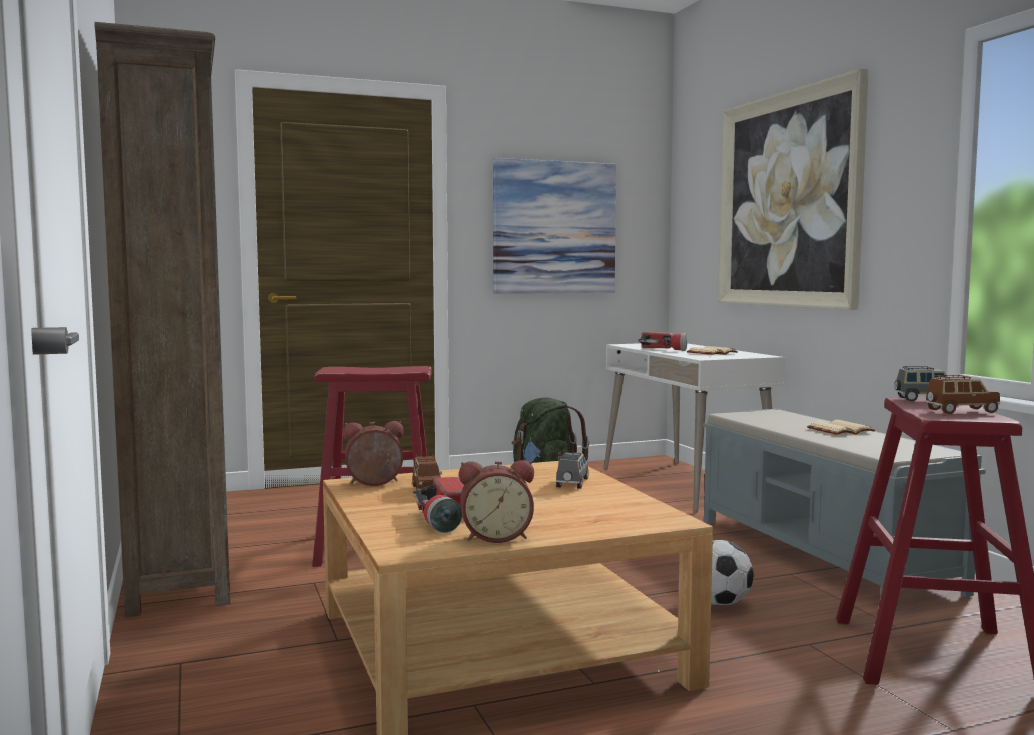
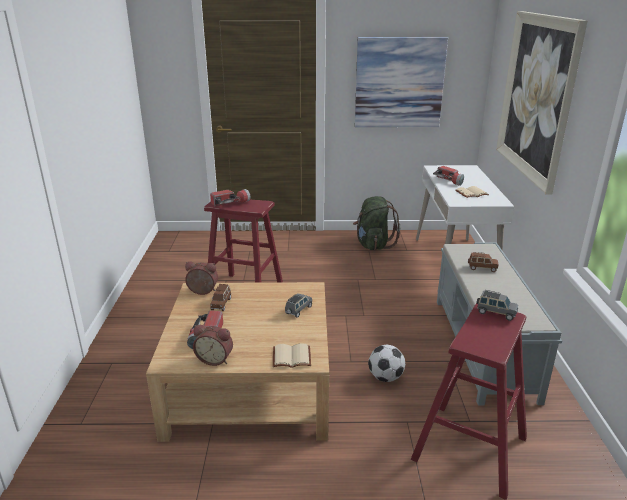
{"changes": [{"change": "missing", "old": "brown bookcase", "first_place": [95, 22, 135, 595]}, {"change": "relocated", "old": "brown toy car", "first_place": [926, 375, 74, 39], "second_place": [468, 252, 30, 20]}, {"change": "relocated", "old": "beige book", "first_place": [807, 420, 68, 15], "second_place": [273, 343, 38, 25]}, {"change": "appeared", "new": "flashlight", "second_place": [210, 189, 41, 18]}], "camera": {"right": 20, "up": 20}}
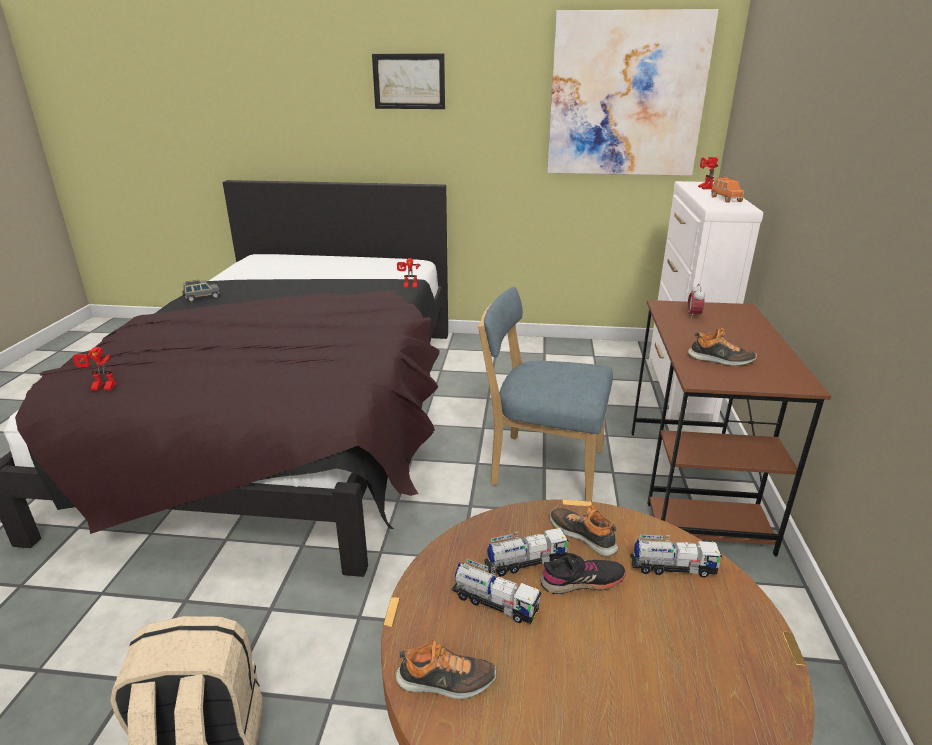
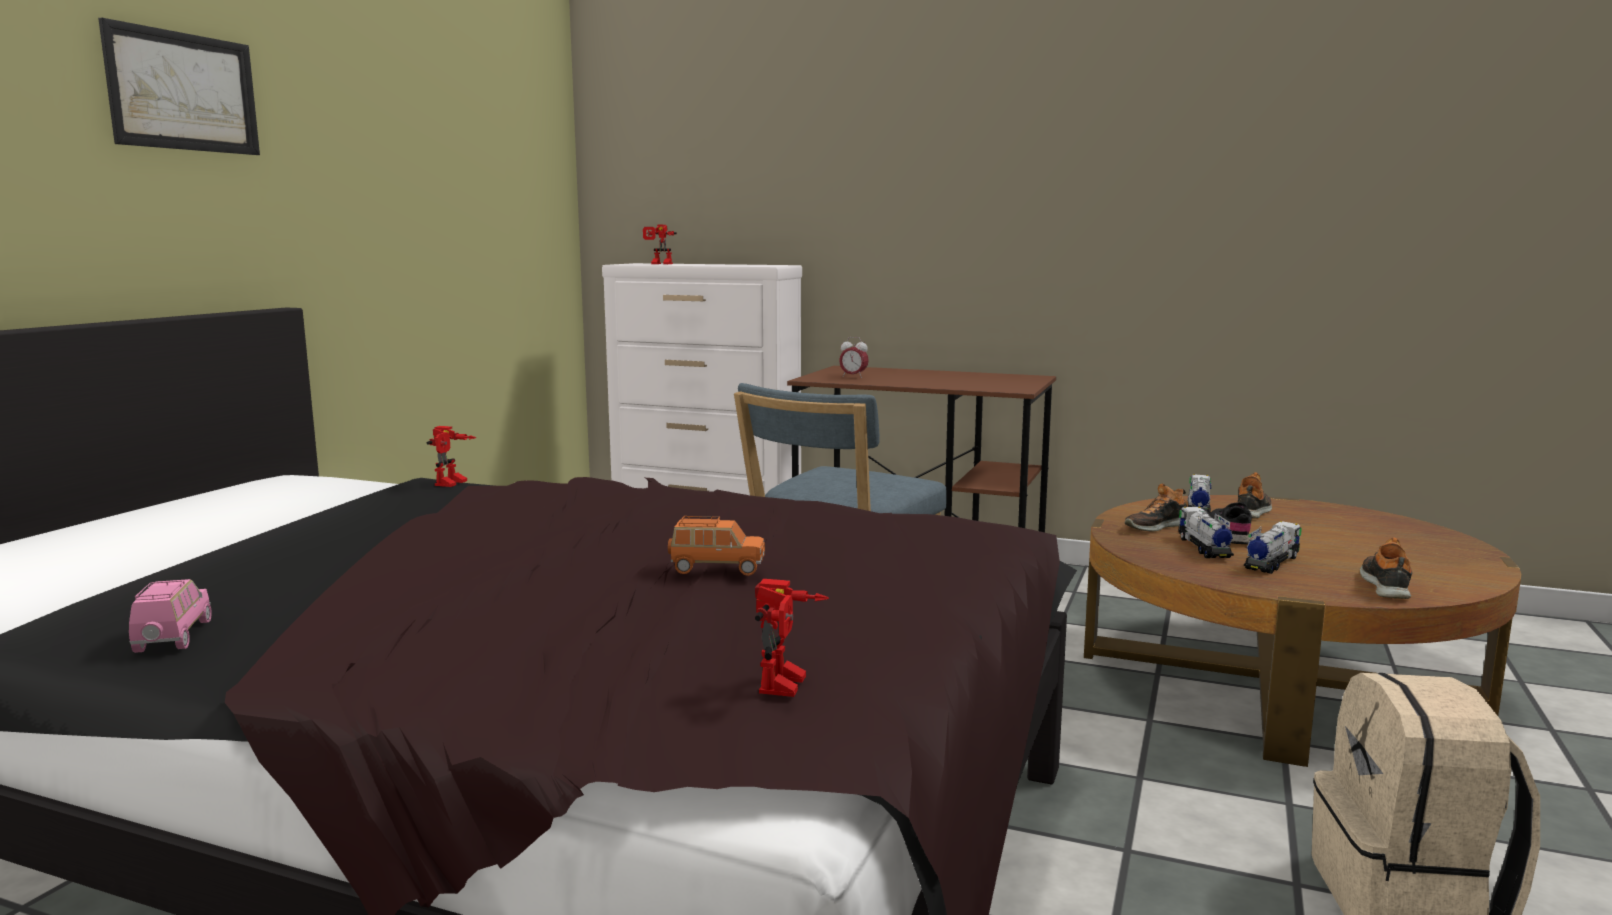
{"changes": [{"change": "missing", "old": "picture", "first_place": [547, 9, 172, 167]}, {"change": "relocated", "old": "orange toy car", "first_place": [711, 177, 33, 25], "second_place": [668, 516, 97, 60]}, {"change": "colour", "old": "grey toy car", "new": "pink toy car", "first_place": [182, 280, 38, 22], "second_place": [129, 579, 83, 74]}, {"change": "relocated", "old": "shoe", "first_place": [688, 328, 69, 38], "second_place": [1238, 472, 34, 47]}], "camera": {"right": -75, "up": -15}}
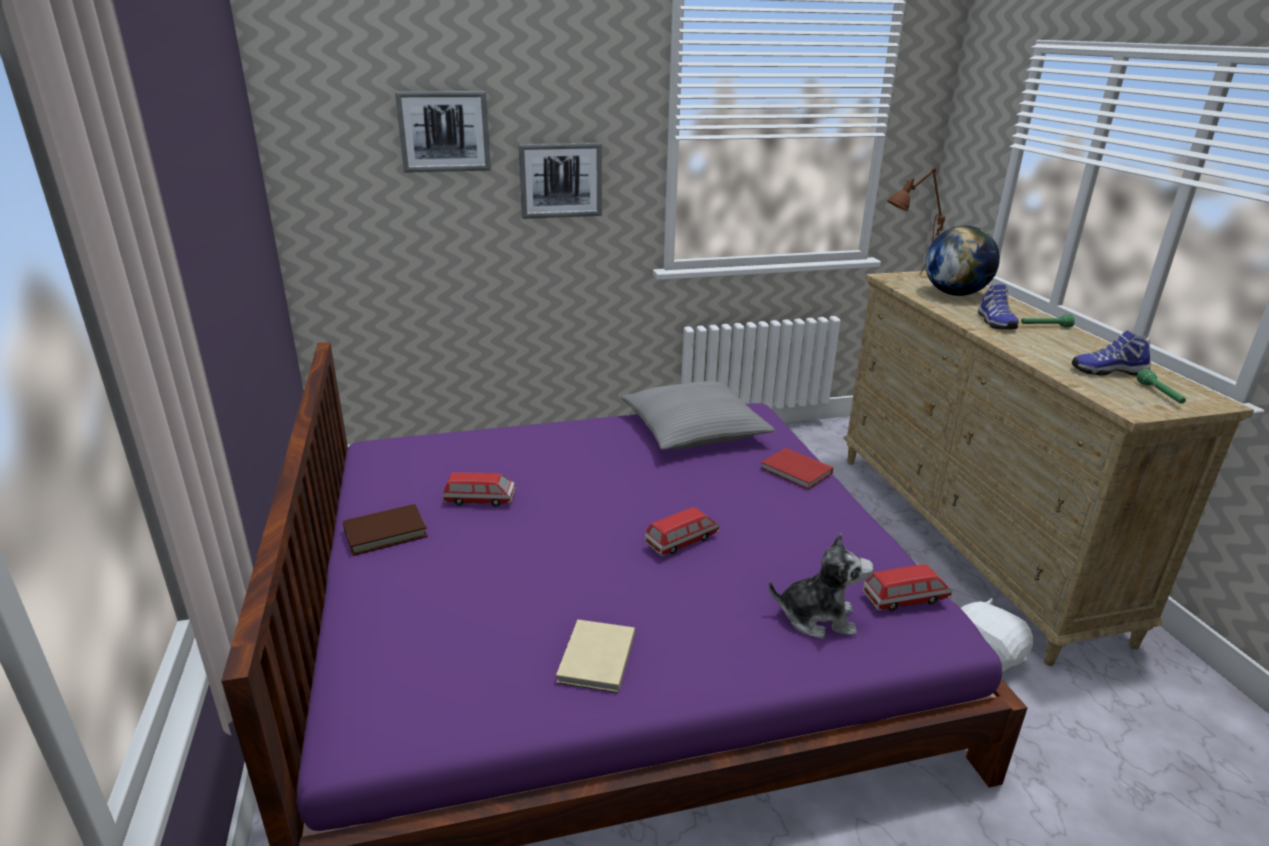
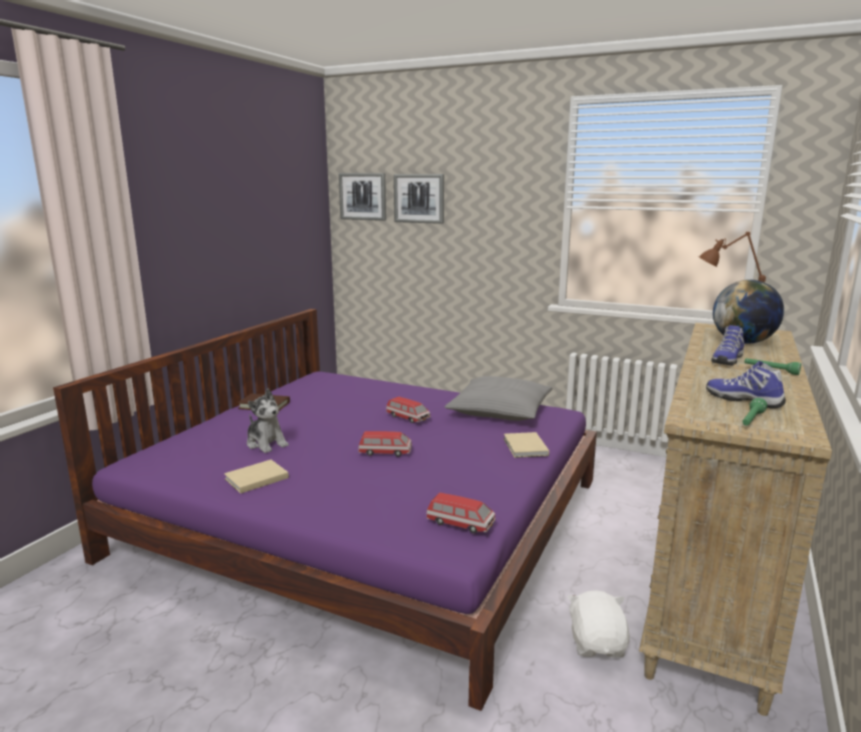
{"changes": [{"change": "relocated", "old": "picture", "first_place": [518, 143, 84, 76], "second_place": [339, 173, 47, 48]}, {"change": "colour", "old": "red book", "new": "beige book", "first_place": [761, 448, 72, 41], "second_place": [504, 432, 45, 26]}, {"change": "relocated", "old": "toy car", "first_place": [443, 473, 73, 34], "second_place": [386, 397, 45, 26]}, {"change": "relocated", "old": "plush toy", "first_place": [769, 533, 105, 106], "second_place": [247, 389, 42, 64]}], "camera": {"right": 40, "up": -10}}
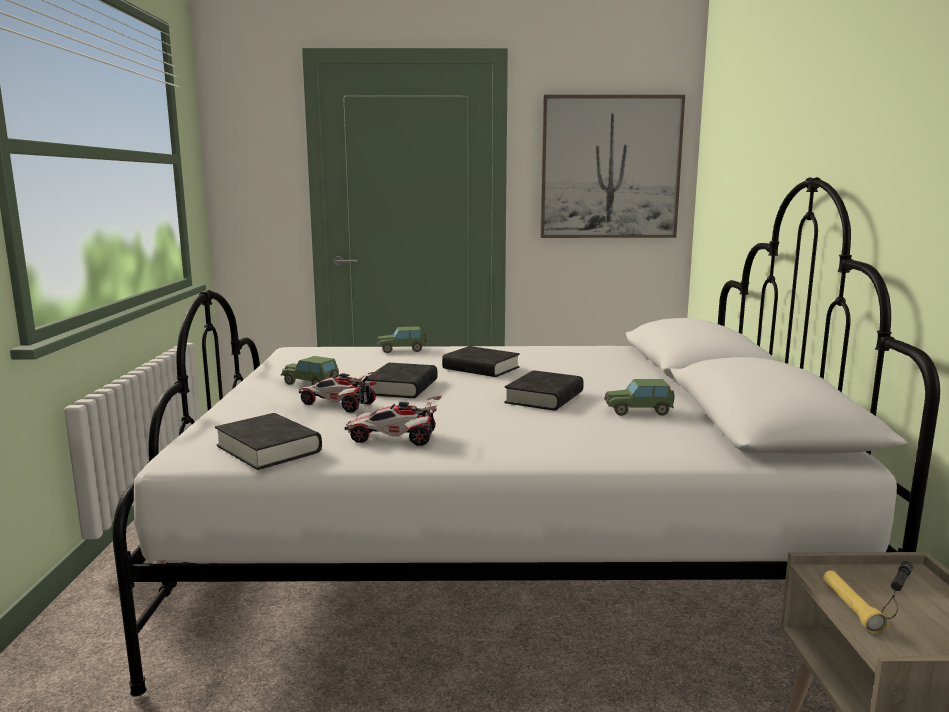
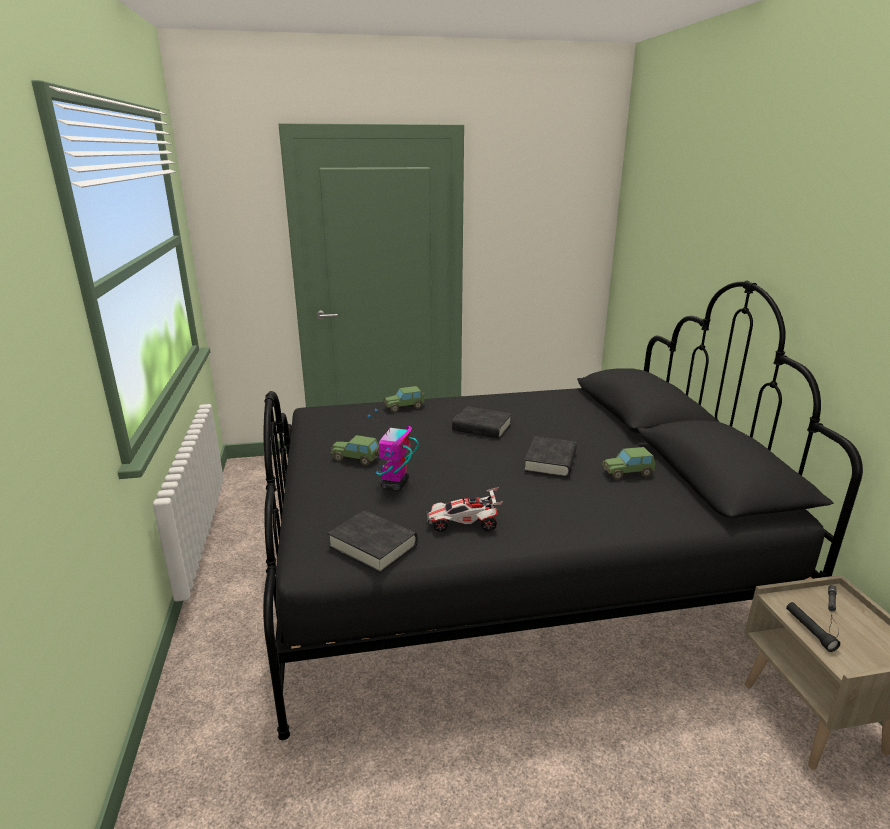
{"changes": [{"change": "missing", "old": "picture", "first_place": [540, 95, 145, 143]}, {"change": "colour", "old": "white bed", "new": "black bed", "first_place": [113, 177, 827, 520], "second_place": [263, 281, 600, 459]}, {"change": "missing", "old": "black book", "first_place": [366, 363, 71, 35]}, {"change": "exchanged", "old": "toy car", "new": "toy robot", "first_place": [299, 371, 80, 42], "second_place": [367, 409, 52, 82]}, {"change": "colour", "old": "yellow flashlight", "new": "black flashlight", "first_place": [823, 570, 65, 64], "second_place": [786, 602, 54, 50]}], "camera": {"right": -10, "up": 10}}
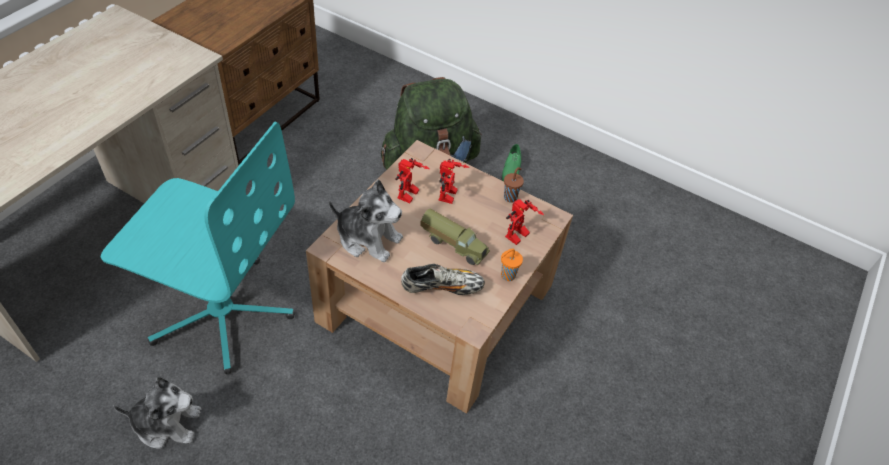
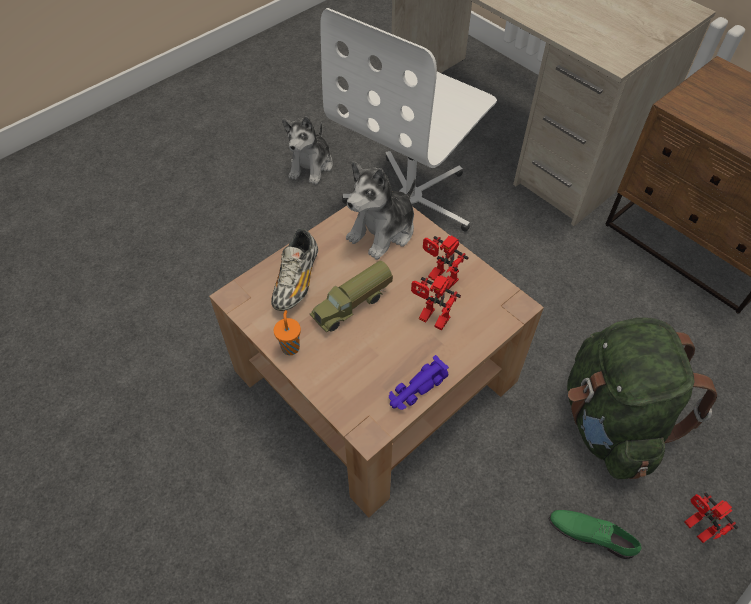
{"changes": [{"change": "colour", "old": "turquoise office chair", "new": "white office chair", "first_place": [101, 122, 194, 252], "second_place": [320, 8, 177, 224]}, {"change": "exchanged", "old": "brown cup", "new": "purple toy car", "first_place": [504, 167, 20, 36], "second_place": [389, 355, 60, 55]}, {"change": "relocated", "old": "toy robot", "first_place": [505, 199, 39, 46], "second_place": [684, 493, 54, 50]}], "camera": {"right": 110, "up": 5}}
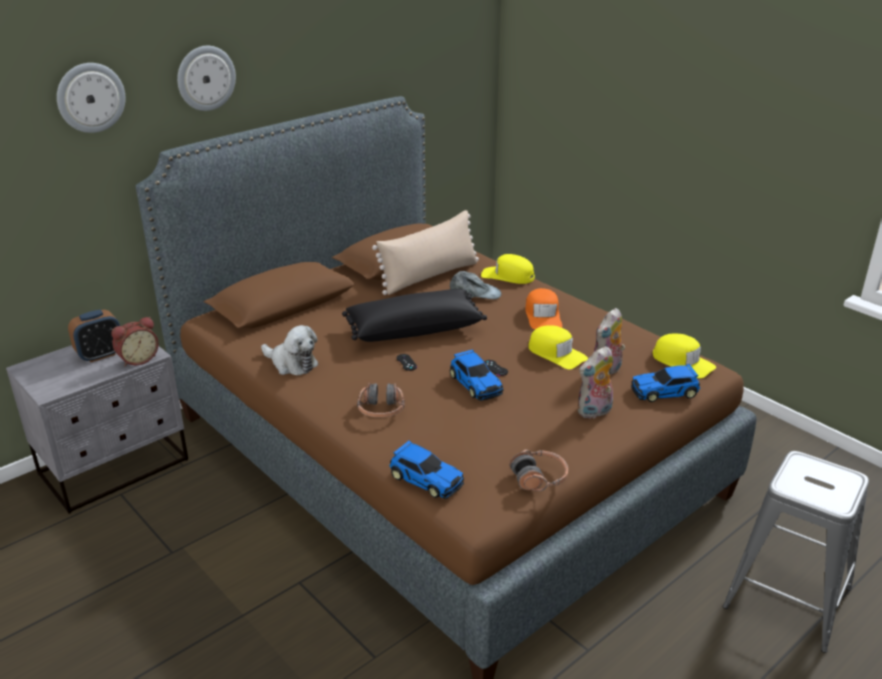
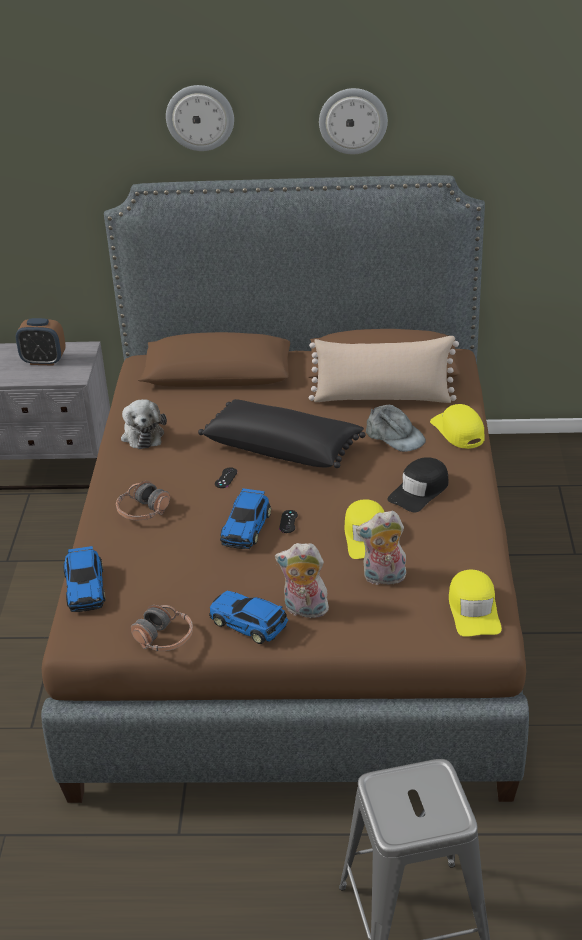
{"changes": [{"change": "relocated", "old": "wall clock", "first_place": [57, 63, 69, 70], "second_place": [319, 88, 69, 66]}, {"change": "colour", "old": "orange cap", "new": "black cap", "first_place": [525, 288, 37, 41], "second_place": [387, 457, 62, 56]}, {"change": "missing", "old": "alarm clock", "first_place": [111, 317, 48, 50]}, {"change": "relocated", "old": "toy car", "first_place": [631, 364, 69, 38], "second_place": [209, 591, 79, 53]}], "camera": {"right": 45, "up": 5}}
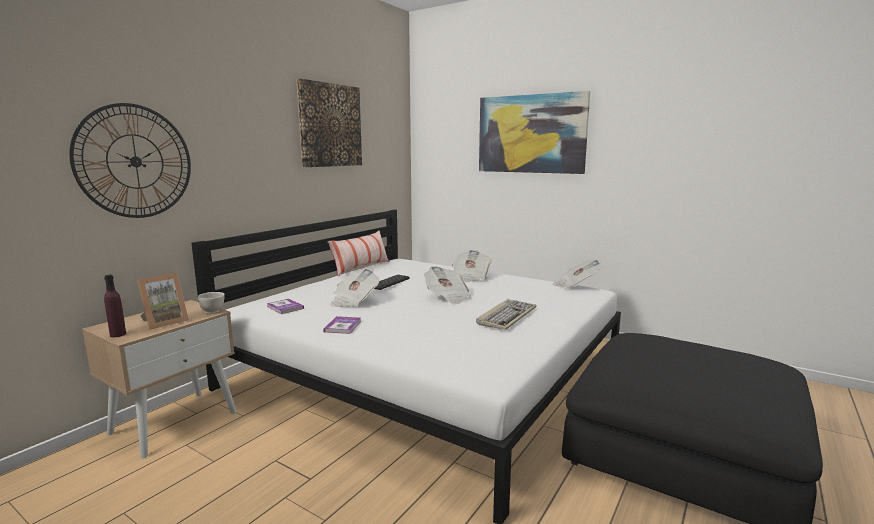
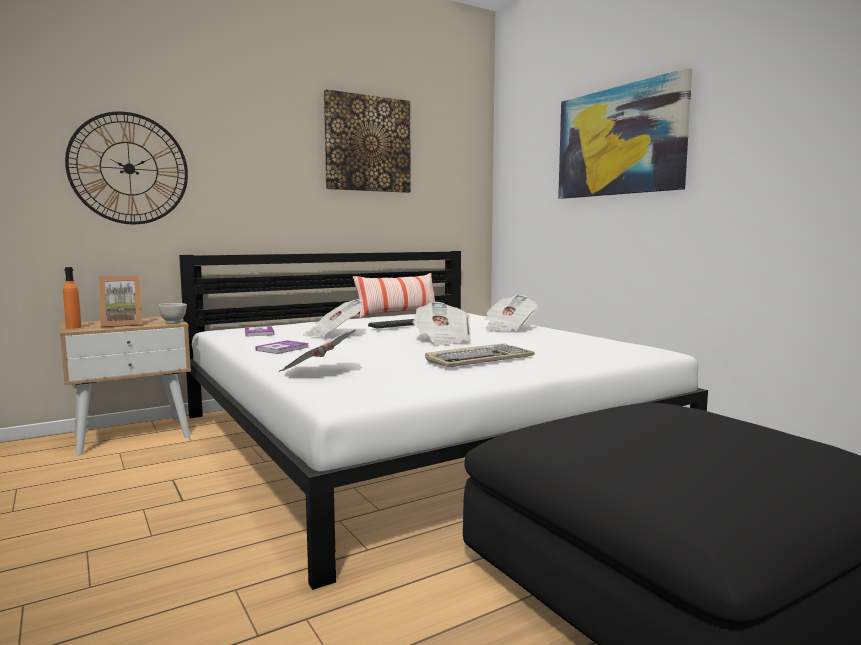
{"changes": [{"change": "relocated", "old": "newspaper", "first_place": [553, 260, 48, 28], "second_place": [278, 329, 78, 43]}, {"change": "colour", "old": "purple bottle", "new": "orange bottle", "first_place": [104, 274, 22, 63], "second_place": [63, 267, 19, 62]}], "camera": {"right": 25, "up": -5}}
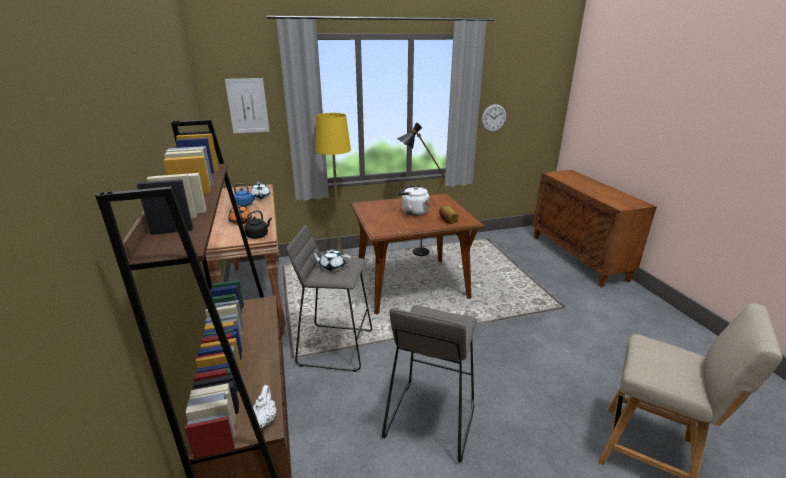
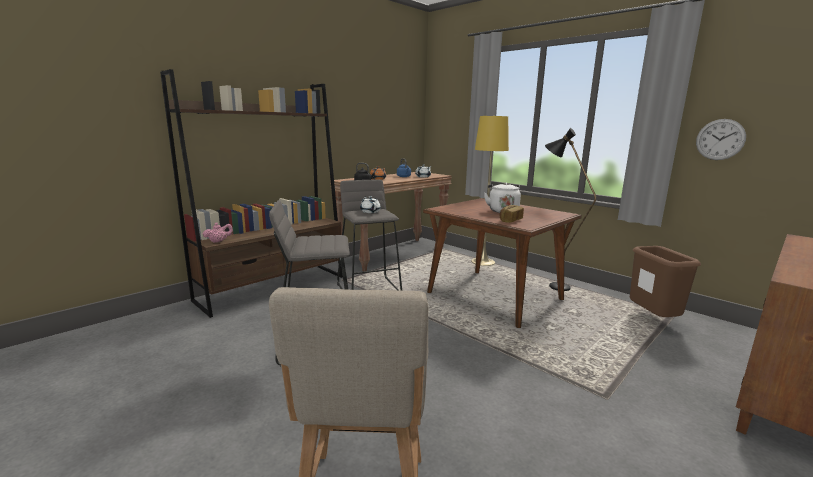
{"changes": [{"change": "missing", "old": "picture", "first_place": [225, 78, 45, 56]}, {"change": "colour", "old": "white teapot", "new": "pink teapot", "first_place": [253, 385, 24, 43], "second_place": [203, 223, 30, 20]}, {"change": "appeared", "new": "brown trash can", "second_place": [630, 246, 71, 71]}], "camera": {"right": 60, "up": -10}}
